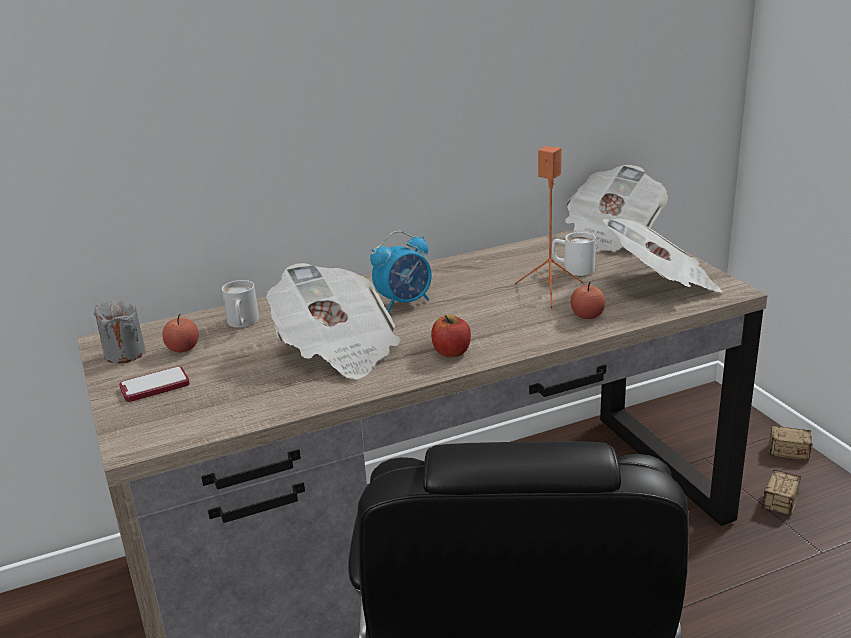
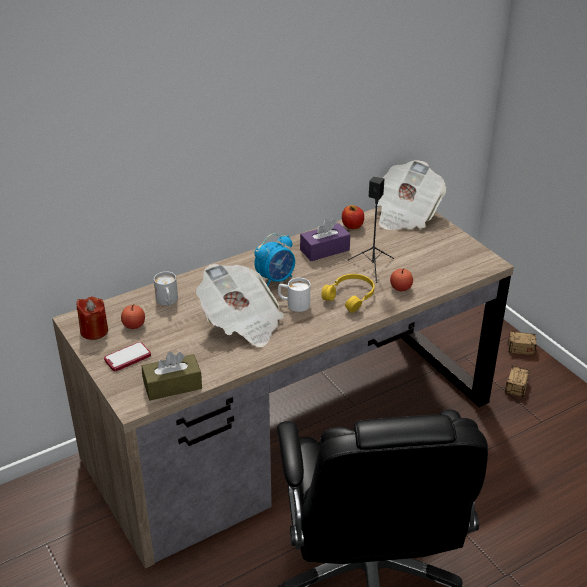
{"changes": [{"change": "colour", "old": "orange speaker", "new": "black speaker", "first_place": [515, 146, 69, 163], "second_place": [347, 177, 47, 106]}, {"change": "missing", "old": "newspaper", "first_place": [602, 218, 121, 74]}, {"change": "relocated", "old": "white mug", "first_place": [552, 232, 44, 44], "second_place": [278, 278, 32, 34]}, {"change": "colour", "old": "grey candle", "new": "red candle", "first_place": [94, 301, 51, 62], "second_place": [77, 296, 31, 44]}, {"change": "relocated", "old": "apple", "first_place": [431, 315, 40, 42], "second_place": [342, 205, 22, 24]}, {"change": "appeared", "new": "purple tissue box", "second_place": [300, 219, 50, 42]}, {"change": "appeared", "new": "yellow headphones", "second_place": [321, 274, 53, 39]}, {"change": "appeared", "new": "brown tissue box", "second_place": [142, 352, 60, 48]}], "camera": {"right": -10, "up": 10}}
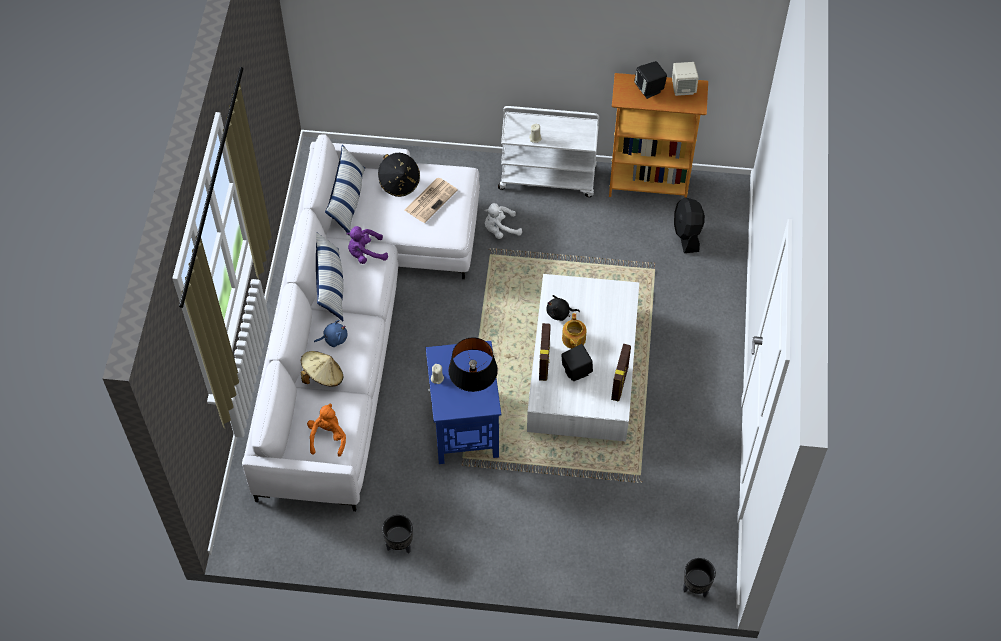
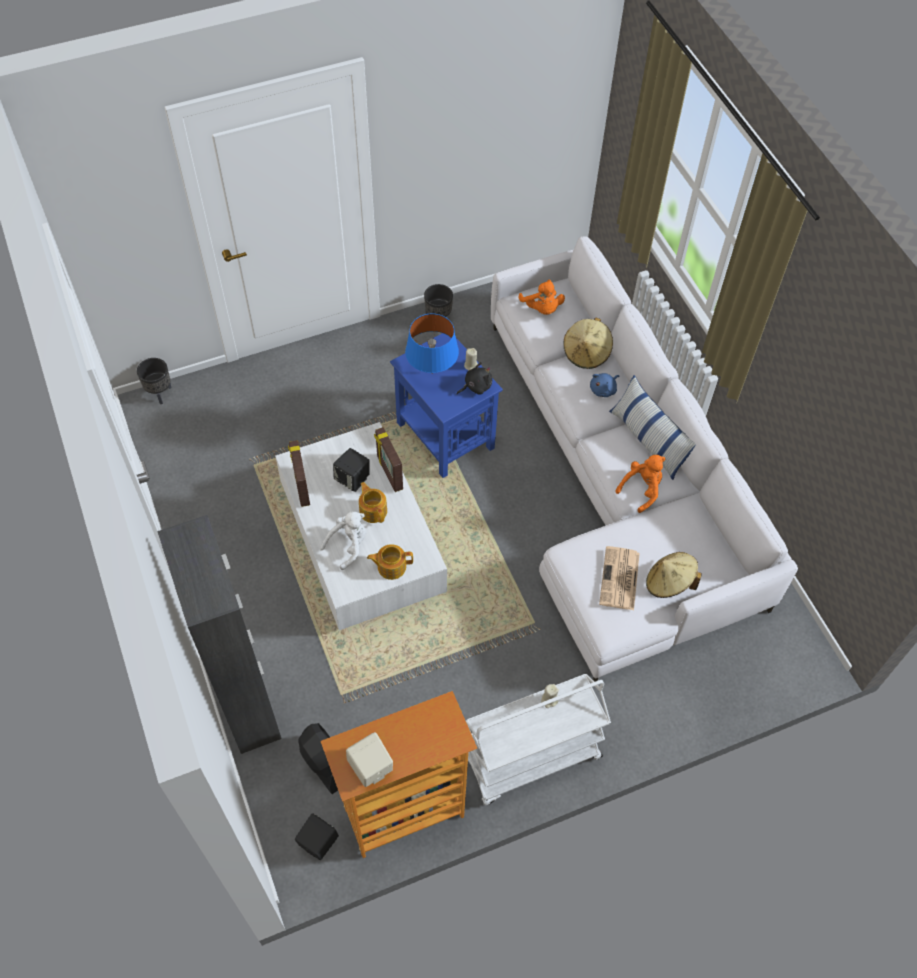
{"changes": [{"change": "relocated", "old": "black speaker", "first_place": [634, 61, 33, 38], "second_place": [295, 813, 44, 47]}, {"change": "missing", "old": "pillow", "first_place": [325, 145, 40, 91]}, {"change": "colour", "old": "black hat", "new": "beige hat", "first_place": [378, 153, 42, 44], "second_place": [646, 552, 56, 46]}, {"change": "relocated", "old": "white plush toy", "first_place": [485, 203, 37, 36], "second_place": [320, 511, 46, 59]}, {"change": "colour", "old": "purple plush toy", "new": "orange plush toy", "first_place": [346, 226, 42, 38], "second_place": [616, 455, 49, 58]}, {"change": "relocated", "old": "black plush toy", "first_place": [546, 295, 34, 26], "second_place": [457, 362, 35, 33]}, {"change": "colour", "old": "black table lamp", "new": "blue table lamp", "first_place": [448, 337, 50, 55], "second_place": [405, 314, 54, 60]}, {"change": "appeared", "new": "black cabinet", "second_place": [157, 515, 125, 239]}, {"change": "appeared", "new": "teapot", "second_place": [367, 544, 46, 36]}], "camera": {"right": 150, "up": 0}}
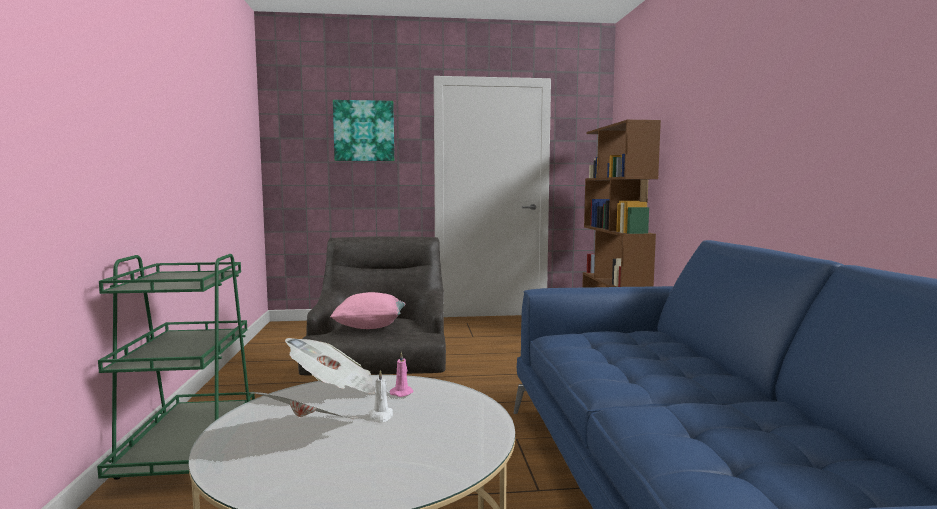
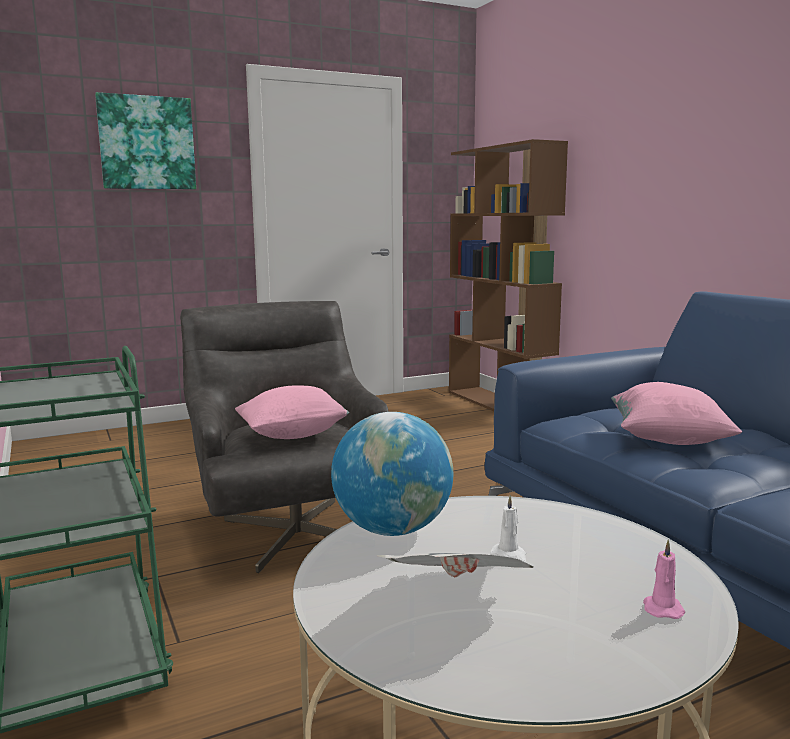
{"changes": [{"change": "exchanged", "old": "newspaper", "new": "globe", "first_place": [285, 338, 90, 56], "second_place": [331, 412, 122, 124]}, {"change": "relocated", "old": "pink candle", "first_place": [390, 352, 24, 45], "second_place": [643, 539, 42, 80]}, {"change": "appeared", "new": "pink pillow", "second_place": [611, 382, 131, 63]}], "camera": {"right": -20, "up": 5}}
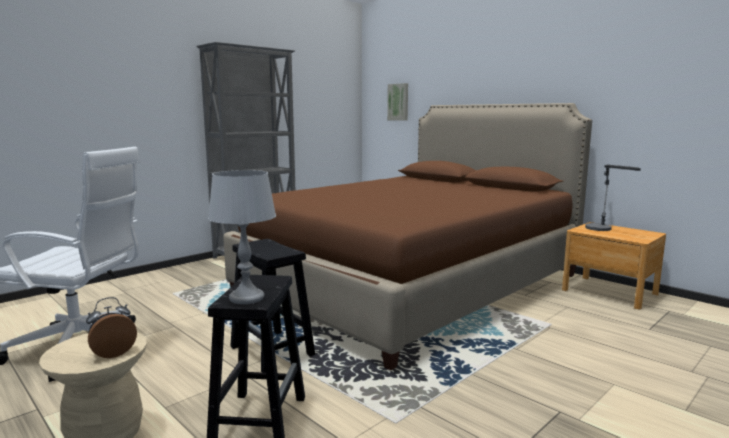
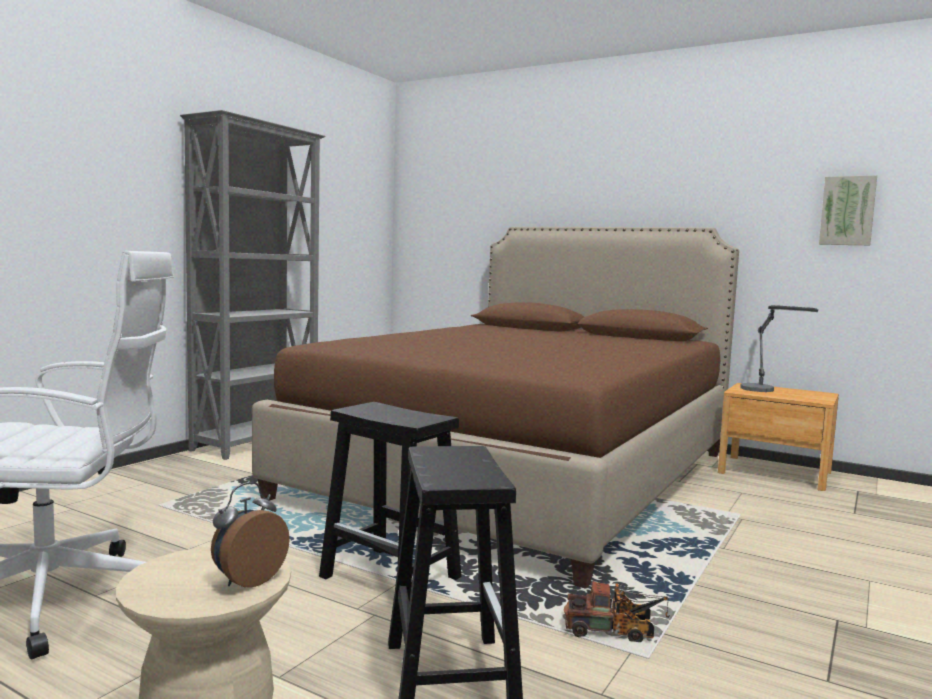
{"changes": [{"change": "relocated", "old": "picture", "first_place": [387, 83, 21, 38], "second_place": [819, 175, 58, 70]}, {"change": "missing", "old": "grey table lamp", "first_place": [208, 170, 68, 134]}, {"change": "appeared", "new": "toy truck", "second_place": [564, 580, 106, 62]}], "camera": {"right": -15, "up": -5}}
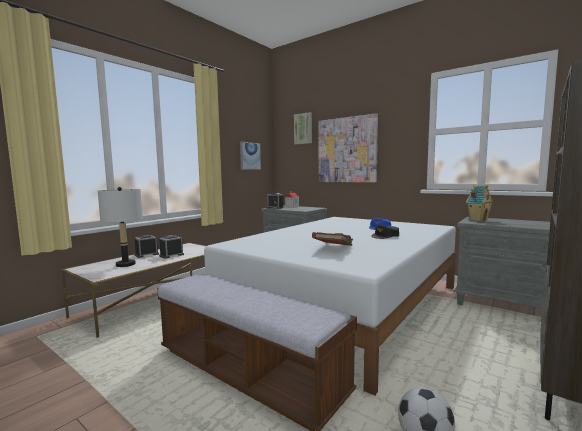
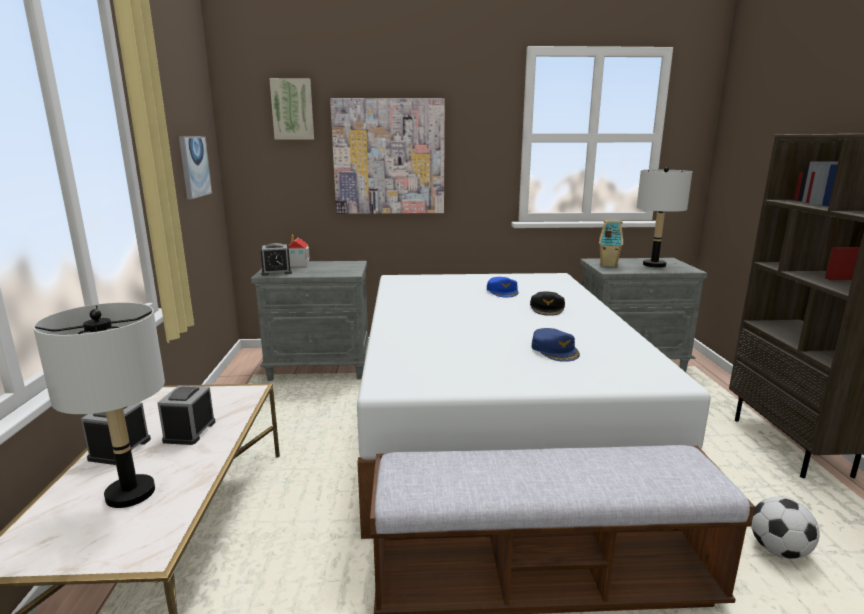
{"changes": [{"change": "exchanged", "old": "brown book", "new": "blue cap", "first_place": [312, 232, 41, 14], "second_place": [532, 328, 48, 34]}, {"change": "appeared", "new": "grey table lamp", "second_place": [637, 167, 56, 101]}], "camera": {"right": -40, "up": 10}}
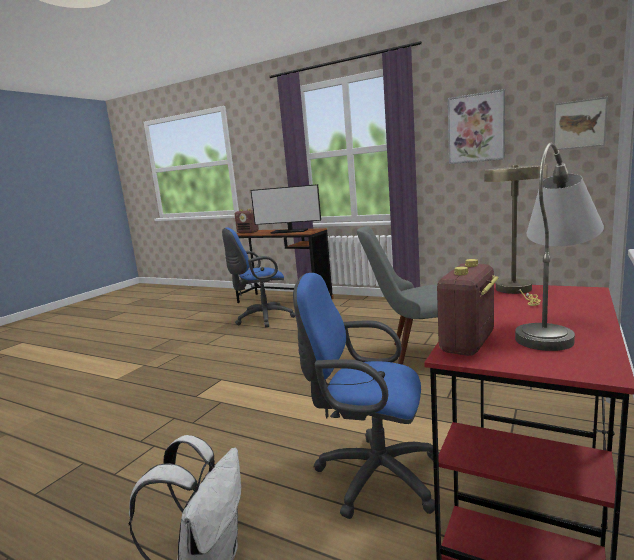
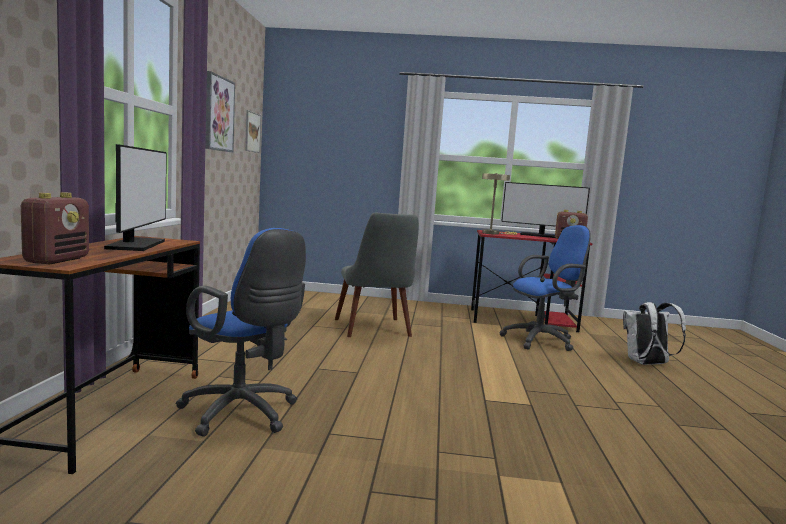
{"changes": [{"change": "exchanged", "old": "grey table lamp", "new": "monitor", "first_place": [515, 143, 89, 208], "second_place": [501, 182, 89, 56]}, {"change": "spun", "old": "blue office chair", "first_place": [293, 273, 146, 246], "second_place": [499, 225, 92, 126], "degrees": -105}], "camera": {"right": -115, "up": -5}}
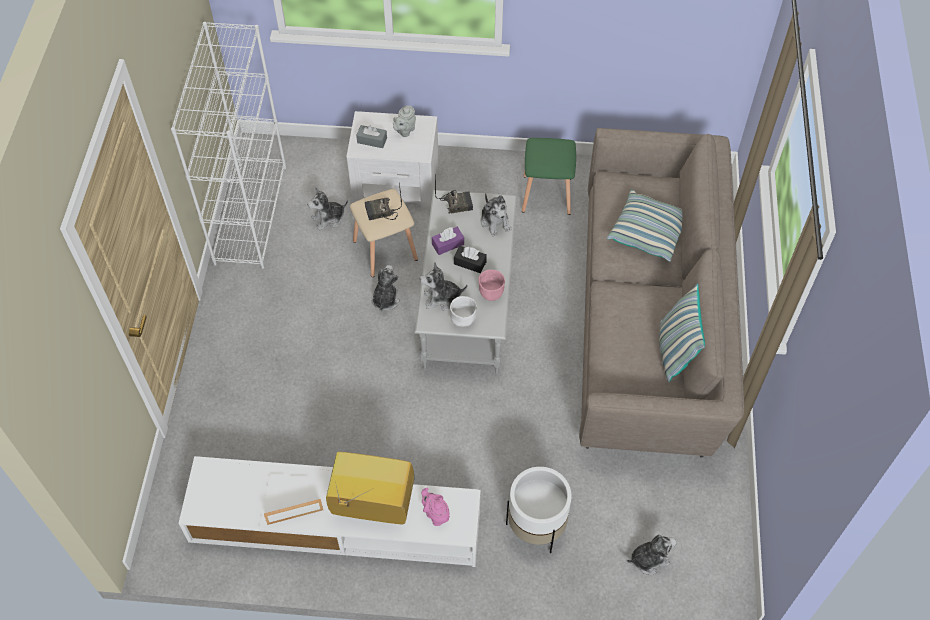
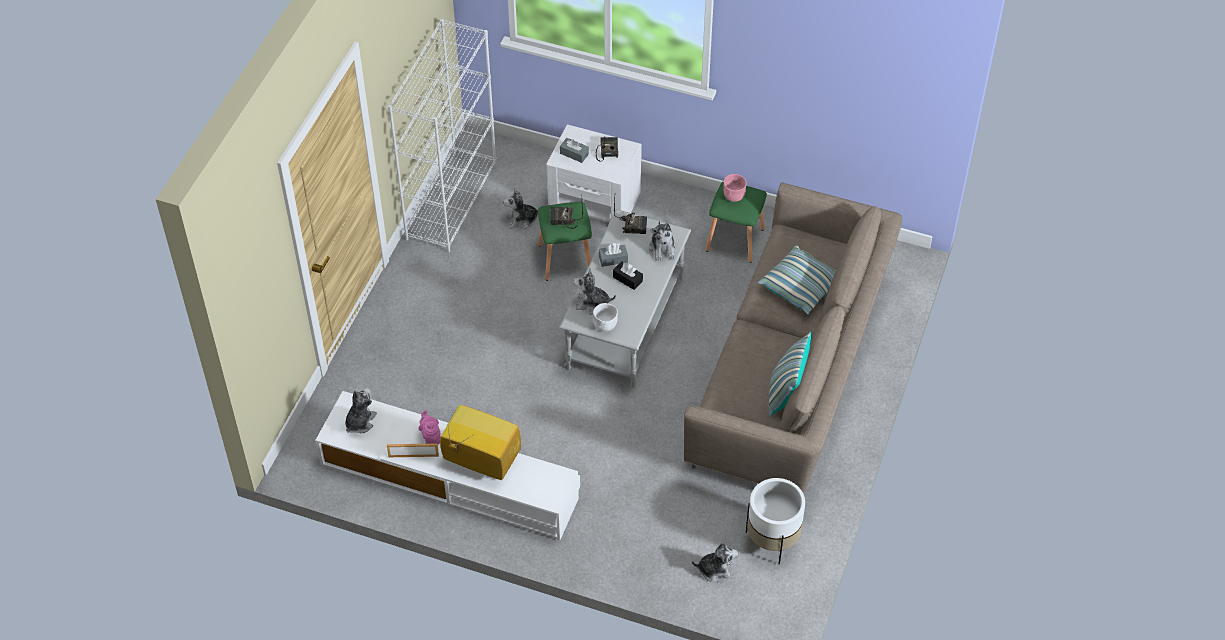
{"changes": [{"change": "exchanged", "old": "grey teapot", "new": "radio", "first_place": [393, 105, 23, 32], "second_place": [596, 136, 22, 26]}, {"change": "colour", "old": "beige stool", "new": "green stool", "first_place": [350, 189, 68, 88], "second_place": [538, 202, 54, 79]}, {"change": "colour", "old": "purple tissue box", "new": "grey tissue box", "first_place": [432, 227, 32, 28], "second_place": [599, 243, 29, 24]}, {"change": "relocated", "old": "plush toy", "first_place": [372, 265, 28, 47], "second_place": [345, 388, 32, 45]}, {"change": "relocated", "old": "pink bowl", "first_place": [478, 270, 27, 31], "second_place": [723, 174, 24, 28]}, {"change": "relocated", "old": "white planter", "first_place": [506, 467, 66, 86], "second_place": [746, 478, 59, 87]}, {"change": "relocated", "old": "pink teapot", "first_place": [422, 488, 28, 38], "second_place": [418, 410, 23, 34]}], "camera": {"right": 15, "up": -5}}
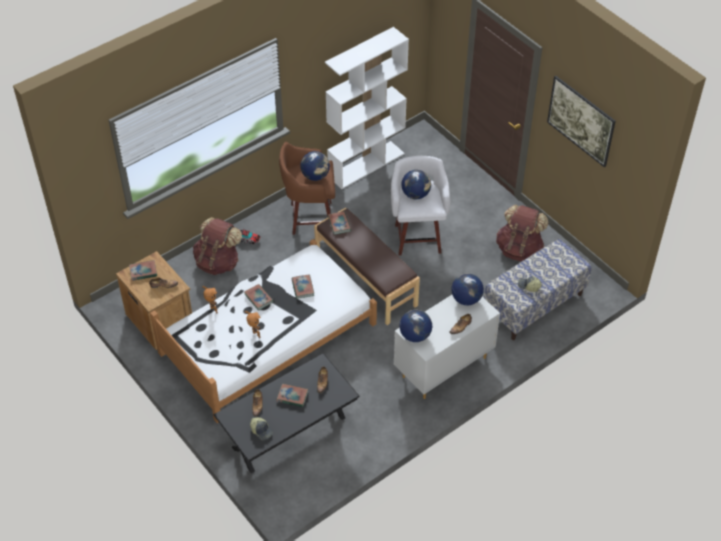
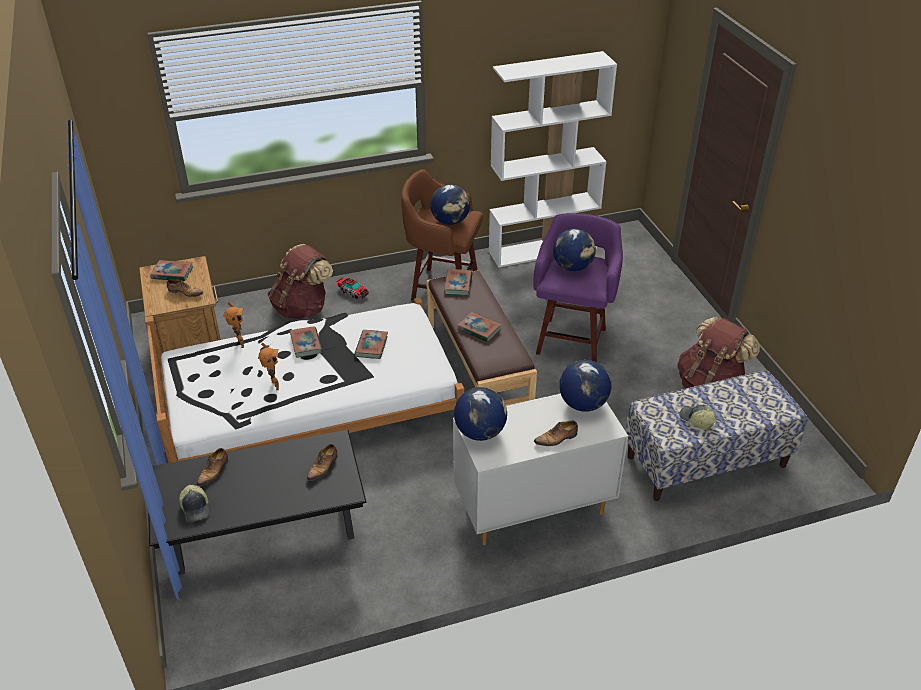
{"changes": [{"change": "missing", "old": "picture", "first_place": [547, 76, 69, 92]}, {"change": "colour", "old": "white stool", "new": "purple stool", "first_place": [391, 156, 60, 100], "second_place": [533, 213, 90, 149]}, {"change": "relocated", "old": "book", "first_place": [276, 383, 32, 24], "second_place": [457, 312, 45, 30]}], "camera": {"right": 20, "up": -10}}
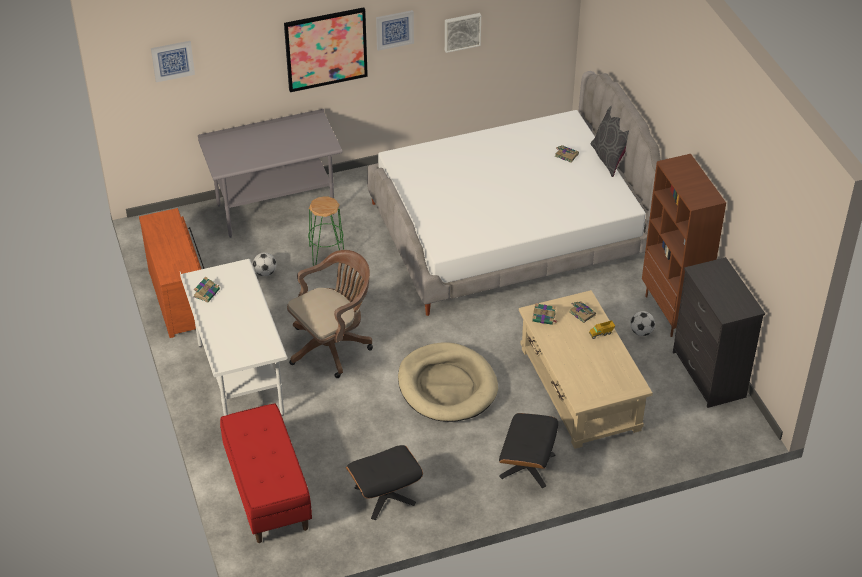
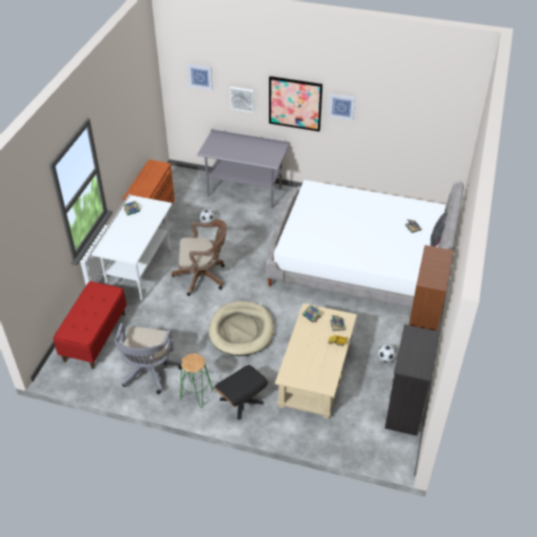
{"changes": [{"change": "relocated", "old": "picture", "first_place": [445, 13, 36, 40], "second_place": [230, 87, 24, 26]}, {"change": "relocated", "old": "green stool", "first_place": [308, 196, 36, 70], "second_place": [180, 353, 33, 55]}, {"change": "exchanged", "old": "black ottoman", "new": "grey office chair", "first_place": [346, 445, 77, 75], "second_place": [114, 323, 67, 71]}], "camera": {"right": 35, "up": 0}}
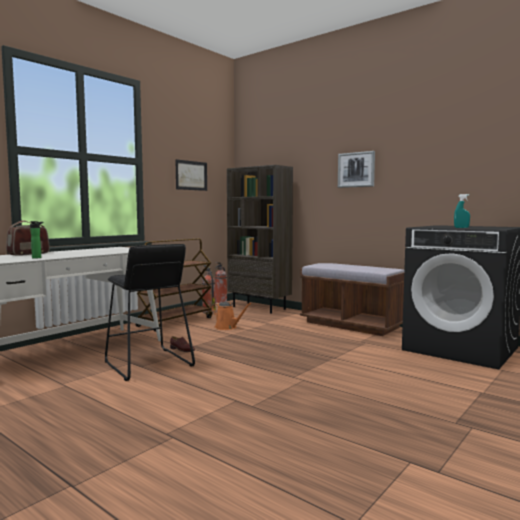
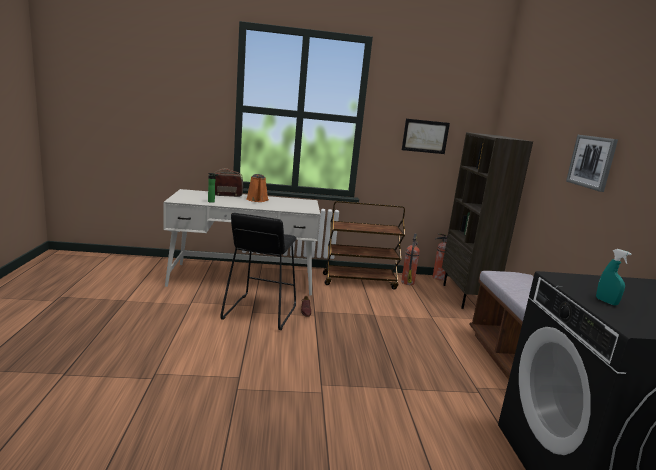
{"changes": [{"change": "relocated", "old": "orange watering can", "first_place": [211, 302, 41, 28], "second_place": [246, 174, 23, 28]}], "camera": {"right": 45, "up": 10}}
